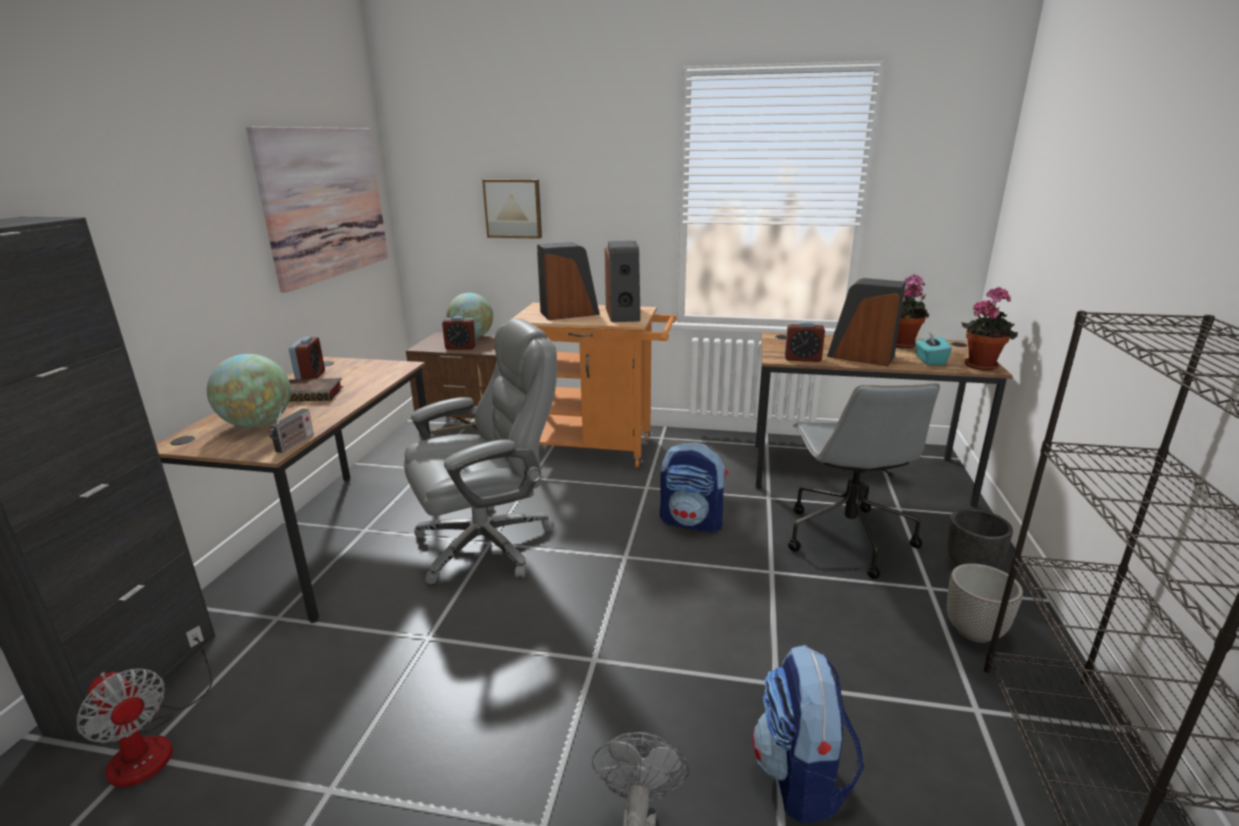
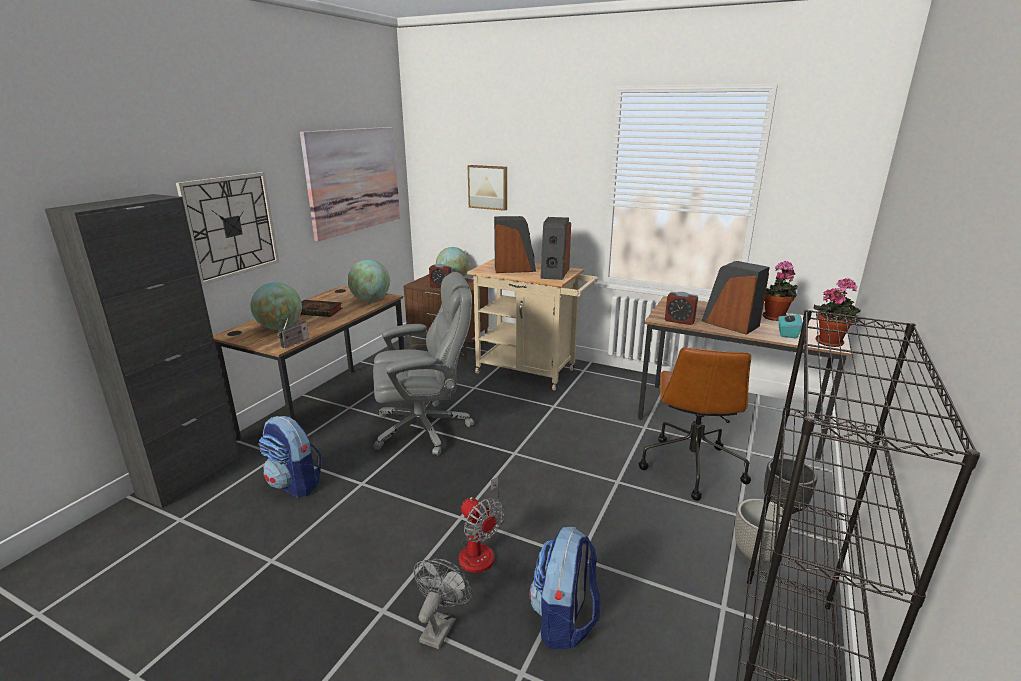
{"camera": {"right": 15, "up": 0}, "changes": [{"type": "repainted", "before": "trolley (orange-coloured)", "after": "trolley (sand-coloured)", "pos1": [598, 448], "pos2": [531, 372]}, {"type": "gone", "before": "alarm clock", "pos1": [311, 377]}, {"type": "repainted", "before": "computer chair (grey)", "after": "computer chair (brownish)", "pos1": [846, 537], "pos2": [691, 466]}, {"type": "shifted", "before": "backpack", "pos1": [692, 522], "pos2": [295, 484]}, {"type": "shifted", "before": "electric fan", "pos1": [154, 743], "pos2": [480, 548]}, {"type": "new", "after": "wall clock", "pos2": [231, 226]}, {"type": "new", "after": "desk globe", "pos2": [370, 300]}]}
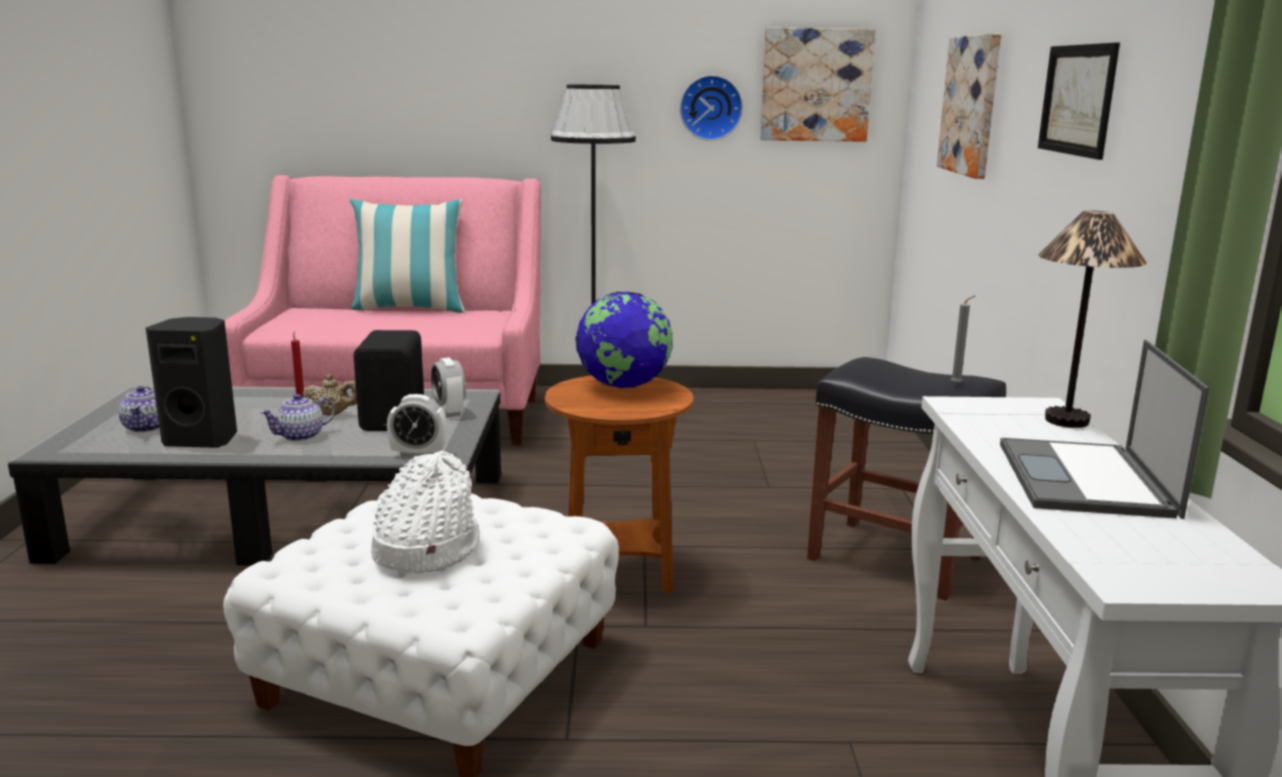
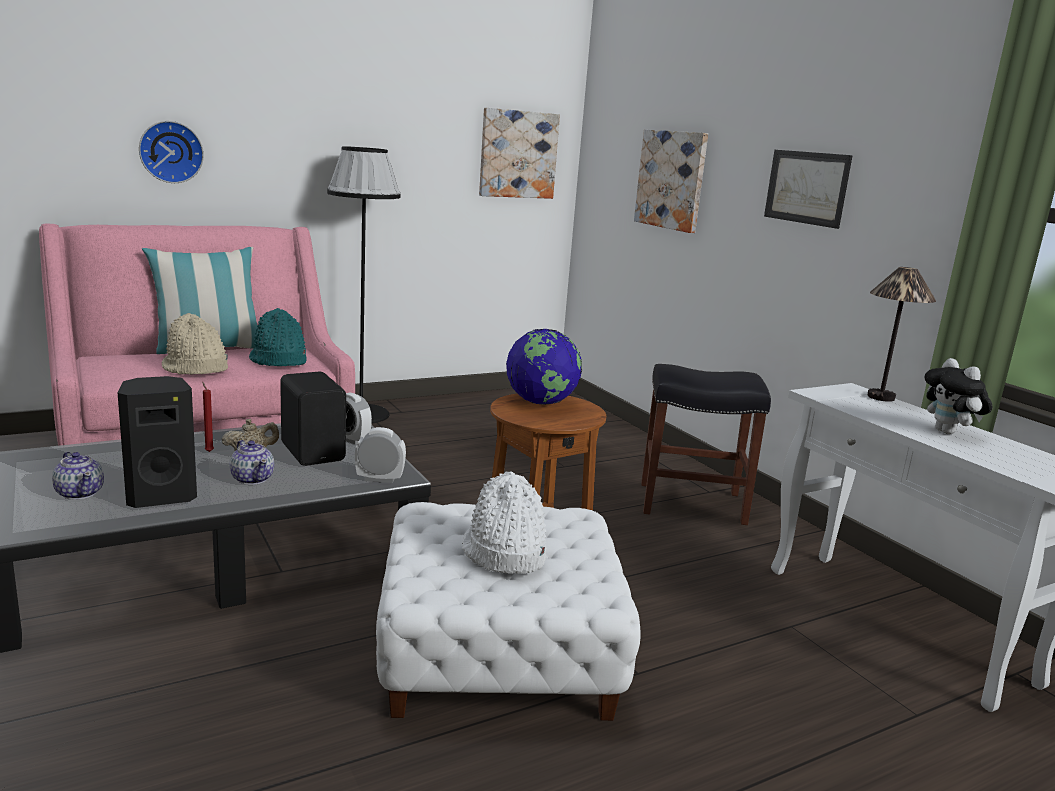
{"camera": {"right": -30, "up": 0}, "changes": [{"type": "shifted", "before": "wall clock", "pos1": [710, 107], "pos2": [171, 152]}, {"type": "gone", "before": "candle (grey)", "pos1": [958, 384]}, {"type": "swapped", "before": "portable computer", "after": "plush toy", "pos1": [1086, 480], "pos2": [949, 432]}, {"type": "rotated", "before": "pot for tea", "pos1": [301, 436], "pos2": [252, 479], "turn": -60}, {"type": "rotated", "before": "alarm clock", "pos1": [418, 454], "pos2": [379, 479], "turn": -150}, {"type": "new", "after": "wearable hat (turquoise-coloured)", "pos2": [278, 361]}, {"type": "new", "after": "wearable hat (sand-coloured)", "pos2": [195, 368]}]}
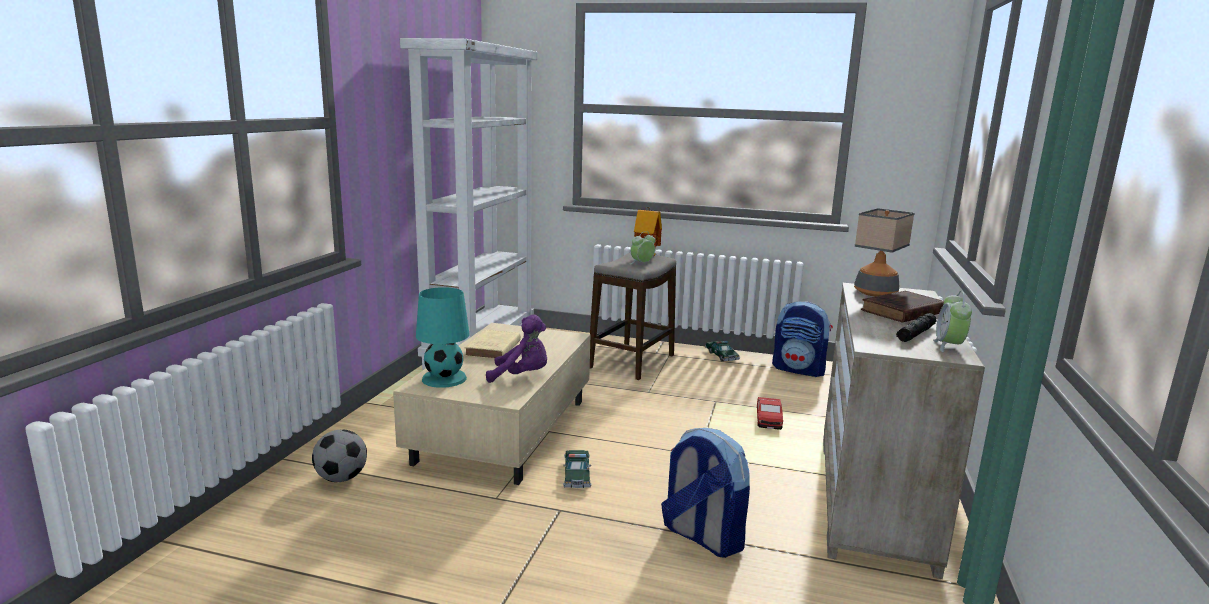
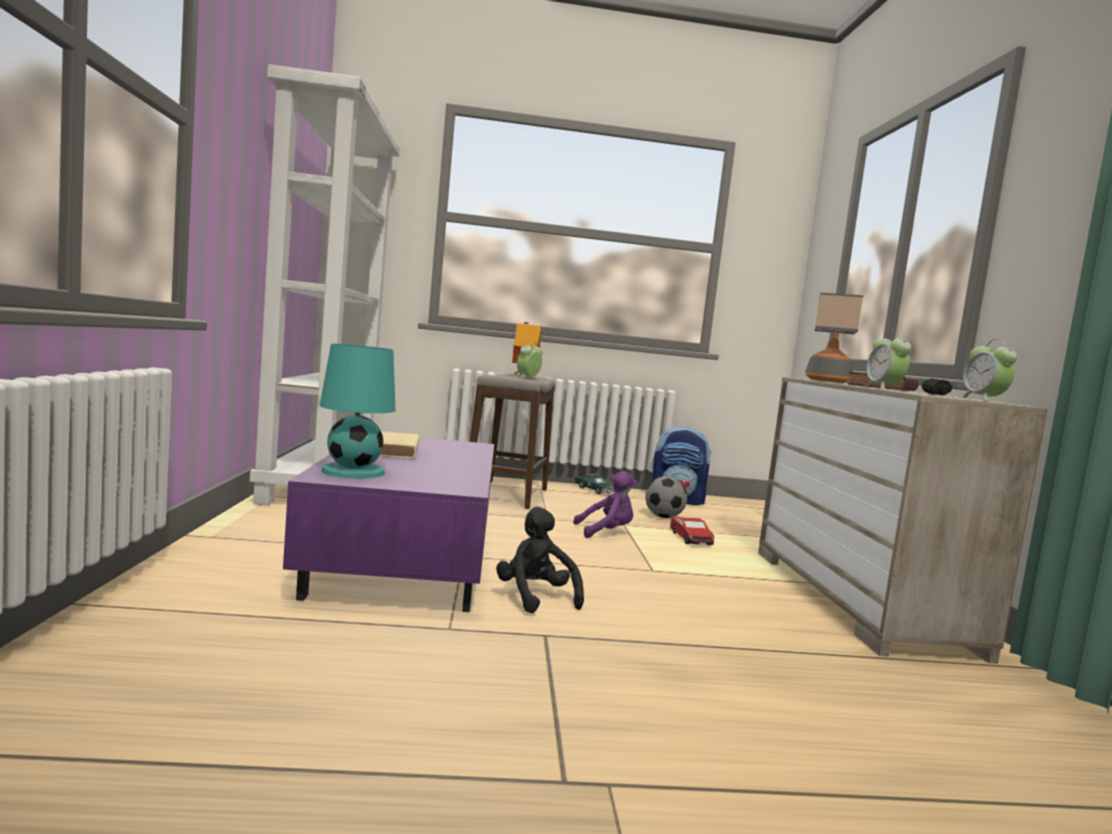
{"camera": {"right": -20, "up": -10}, "changes": [{"type": "shifted", "before": "plush toy (purple)", "pos1": [522, 376], "pos2": [606, 532]}, {"type": "repainted", "before": "lounge table (sand-coloured)", "after": "lounge table (purple)", "pos1": [502, 431], "pos2": [404, 558]}, {"type": "gone", "before": "backpack", "pos1": [702, 537]}, {"type": "shifted", "before": "football ball", "pos1": [341, 478], "pos2": [663, 517]}, {"type": "swapped", "before": "model car", "after": "plush toy (blackish)", "pos1": [577, 475], "pos2": [535, 597]}, {"type": "new", "after": "alarm clock", "pos2": [883, 389]}]}
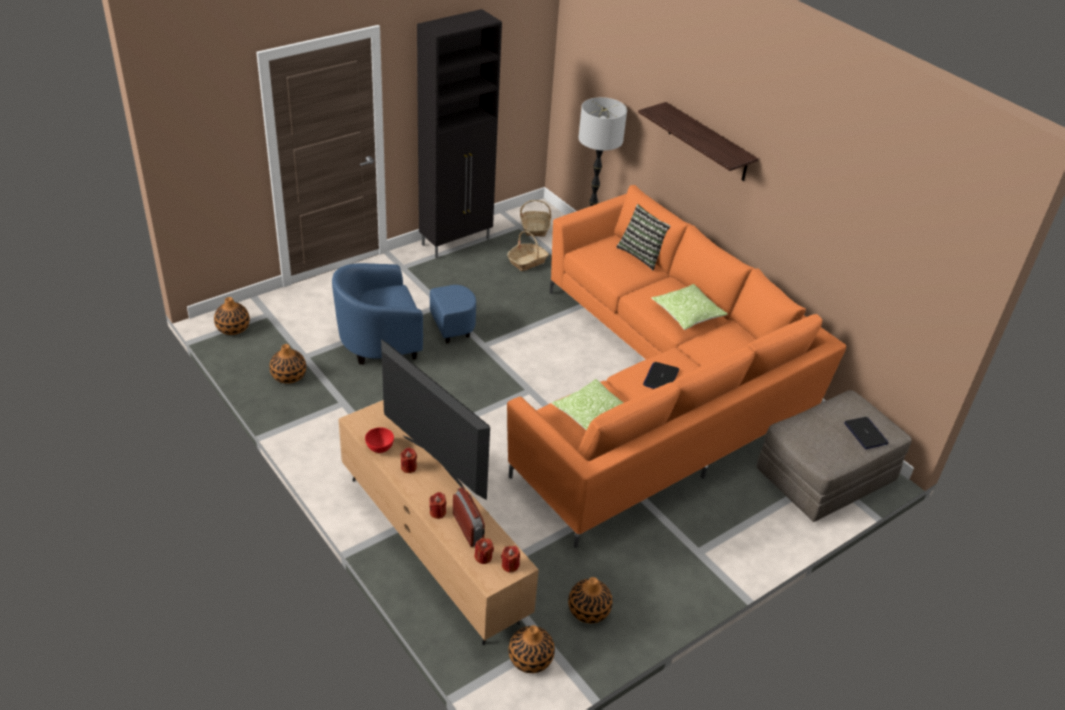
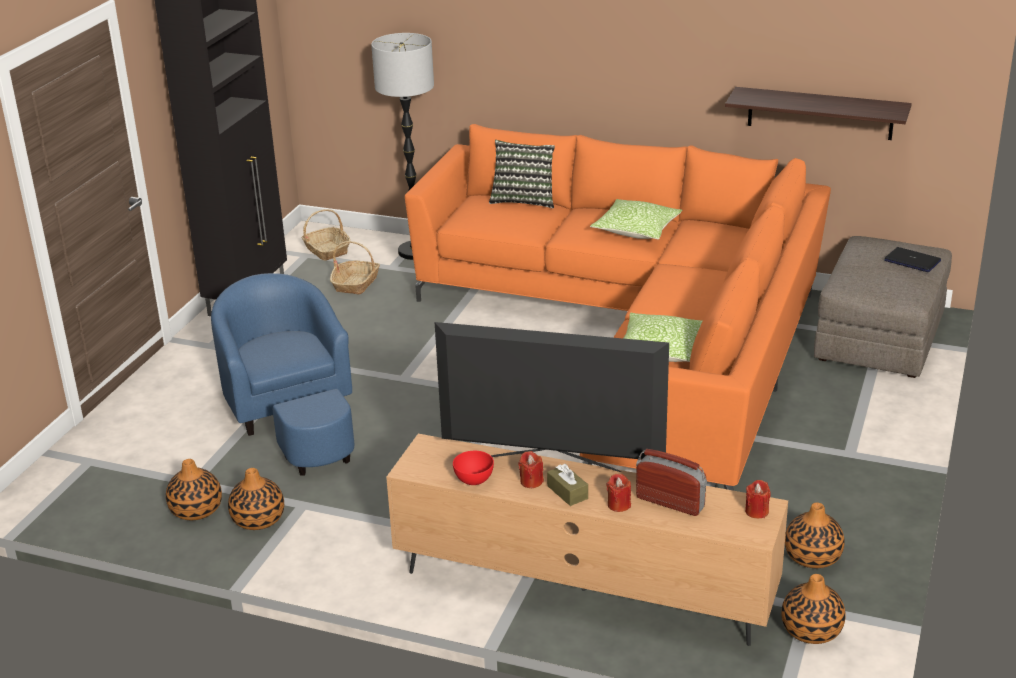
{"camera": {"right": -30, "up": -10}, "changes": [{"type": "shifted", "before": "shelf", "pos1": [707, 142], "pos2": [820, 113]}, {"type": "rotated", "before": "lounge chair (blue-coloured)", "pos1": [397, 340], "pos2": [292, 416], "turn": 120}, {"type": "shifted", "before": "flower vase", "pos1": [233, 328], "pos2": [258, 519]}, {"type": "gone", "before": "portable computer", "pos1": [661, 378]}, {"type": "gone", "before": "candle (red-coloured)", "pos1": [483, 557]}, {"type": "new", "after": "tissue box (brownish)", "pos2": [567, 492]}]}
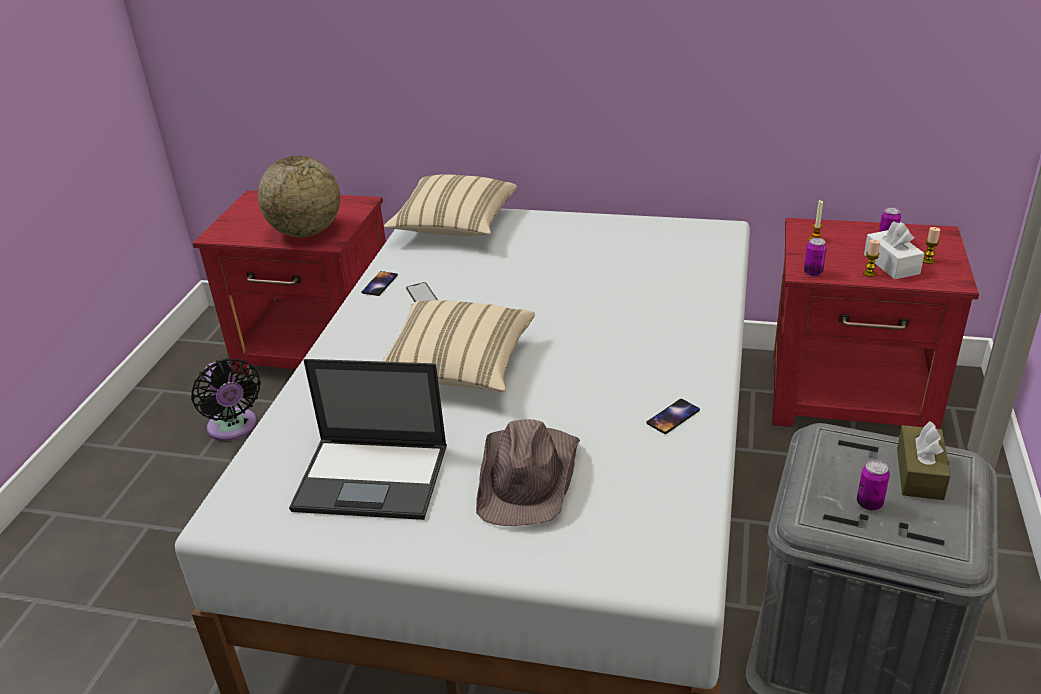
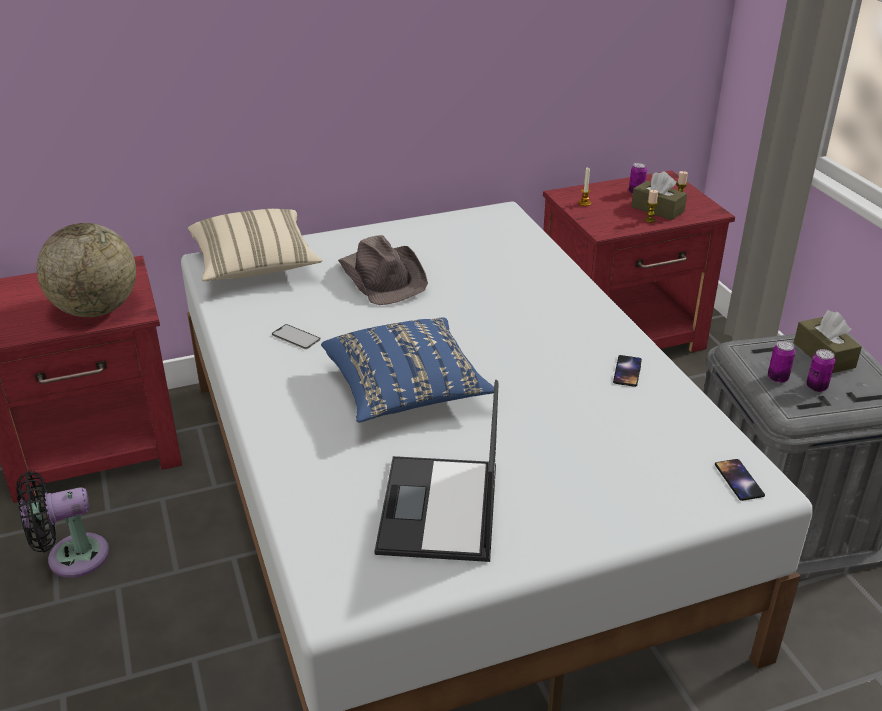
{"camera": {"right": -35, "up": 0}, "changes": [{"type": "repainted", "before": "tissue box (white)", "after": "tissue box (brownish)", "pos1": [891, 264], "pos2": [657, 209]}, {"type": "shifted", "before": "can", "pos1": [813, 273], "pos2": [777, 378]}, {"type": "shifted", "before": "phone", "pos1": [379, 284], "pos2": [738, 480]}, {"type": "repainted", "before": "throw pillow (sand-coloured)", "after": "throw pillow (blue-coloured)", "pos1": [457, 368], "pos2": [406, 391]}, {"type": "rotated", "before": "electric fan (blackish)", "pos1": [234, 428], "pos2": [71, 557], "turn": 135}, {"type": "rotated", "before": "portable computer", "pos1": [373, 478], "pos2": [439, 510], "turn": 120}, {"type": "shifted", "before": "wearable hat (brownish)", "pos1": [529, 476], "pos2": [383, 277]}]}
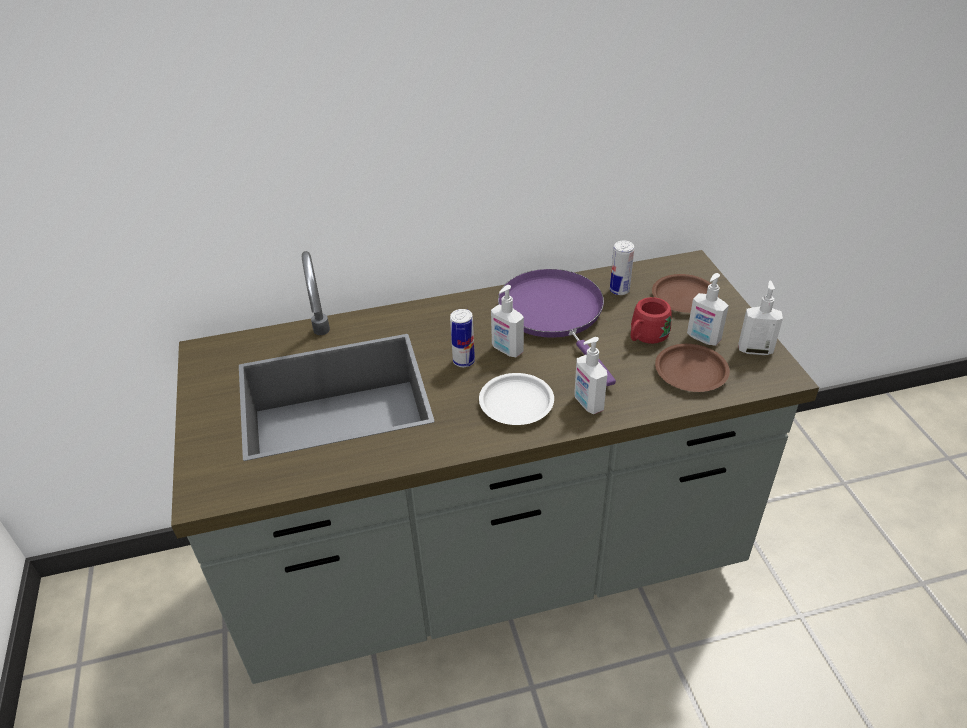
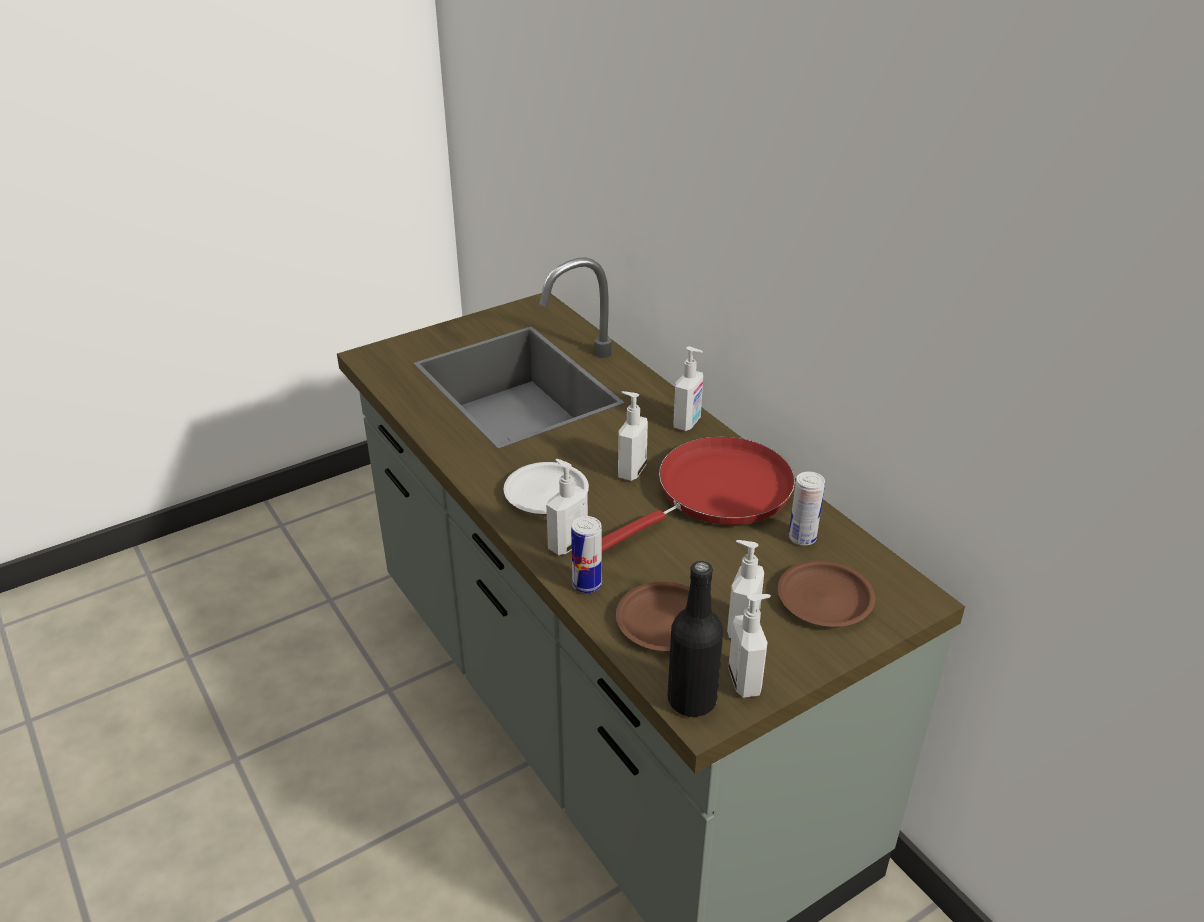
{"camera": {"right": 70, "up": -5}, "changes": [{"type": "repainted", "before": "frying pan (purple)", "after": "frying pan (red-coloured)", "pos1": [554, 314], "pos2": [717, 493]}, {"type": "gone", "before": "tea mug (red-coloured)", "pos1": [645, 337]}, {"type": "shifted", "before": "can", "pos1": [463, 361], "pos2": [587, 584]}, {"type": "new", "after": "soap dispenser", "pos2": [688, 423]}, {"type": "new", "after": "drink bottle (blackish)", "pos2": [692, 700]}]}
